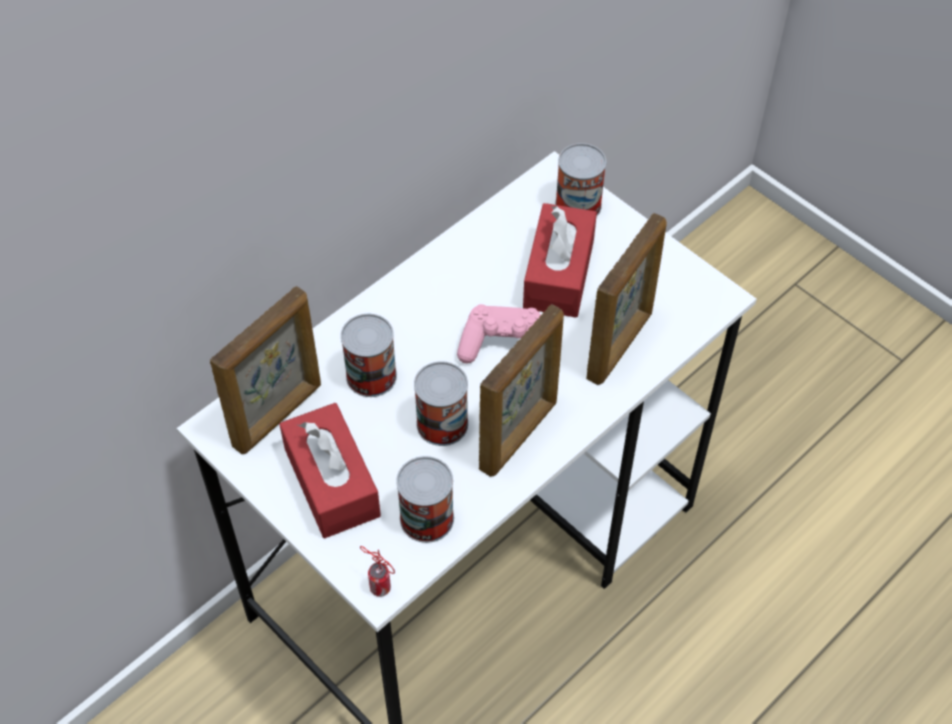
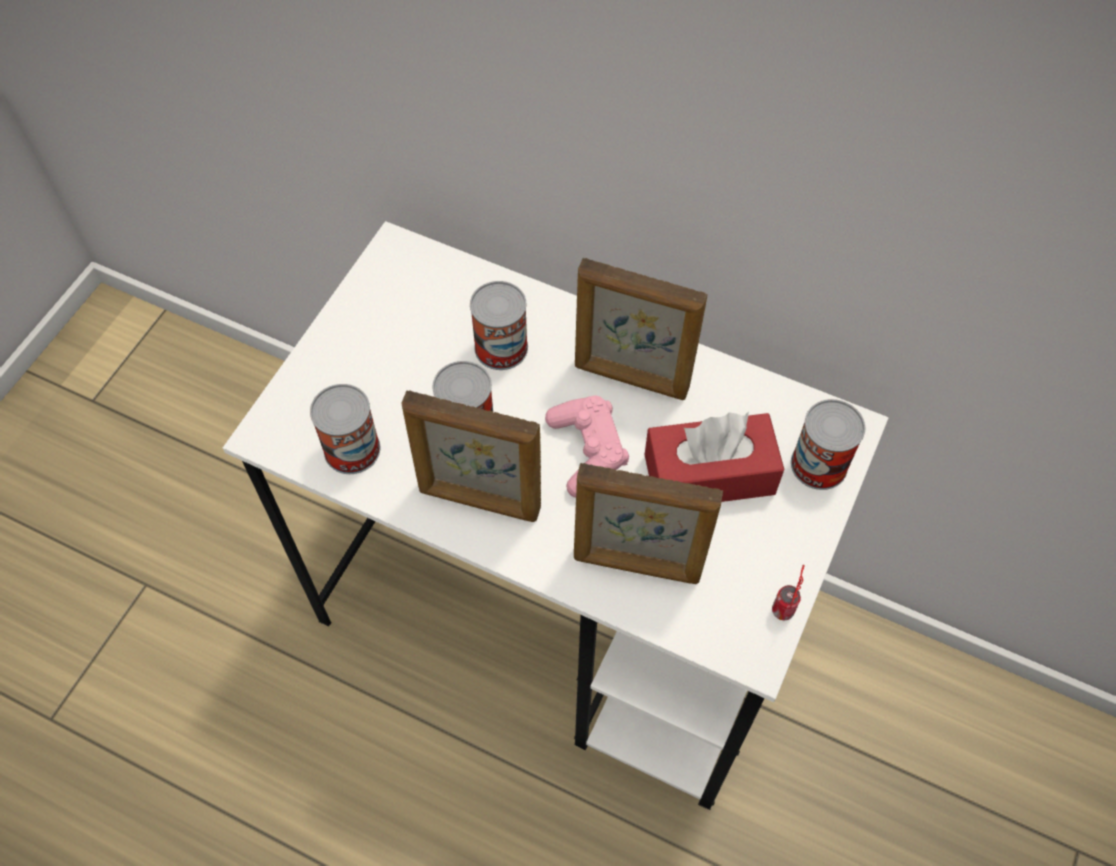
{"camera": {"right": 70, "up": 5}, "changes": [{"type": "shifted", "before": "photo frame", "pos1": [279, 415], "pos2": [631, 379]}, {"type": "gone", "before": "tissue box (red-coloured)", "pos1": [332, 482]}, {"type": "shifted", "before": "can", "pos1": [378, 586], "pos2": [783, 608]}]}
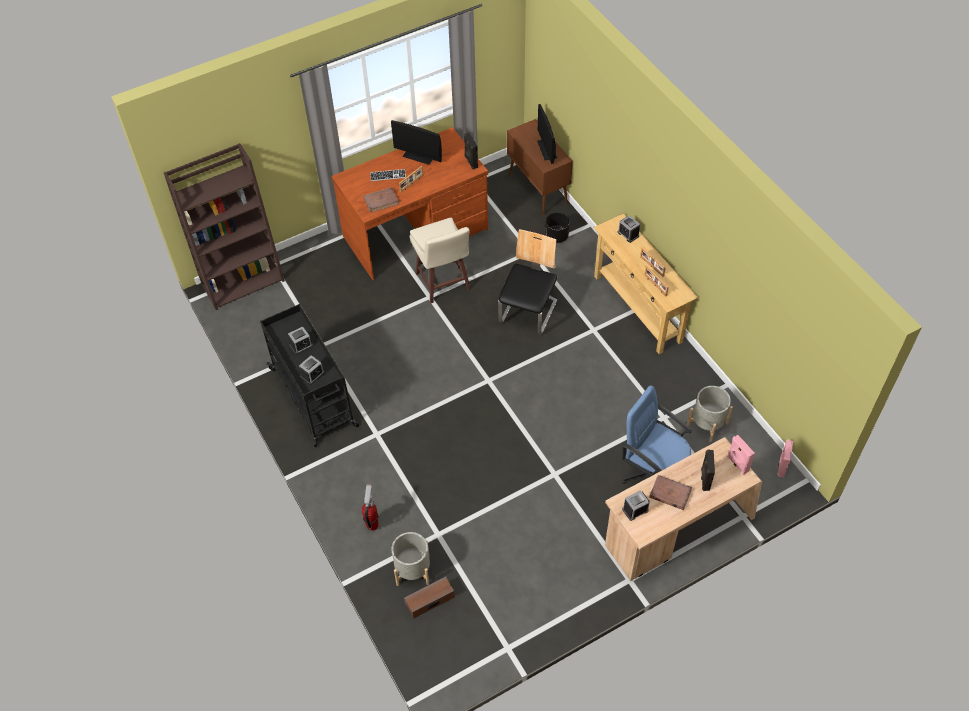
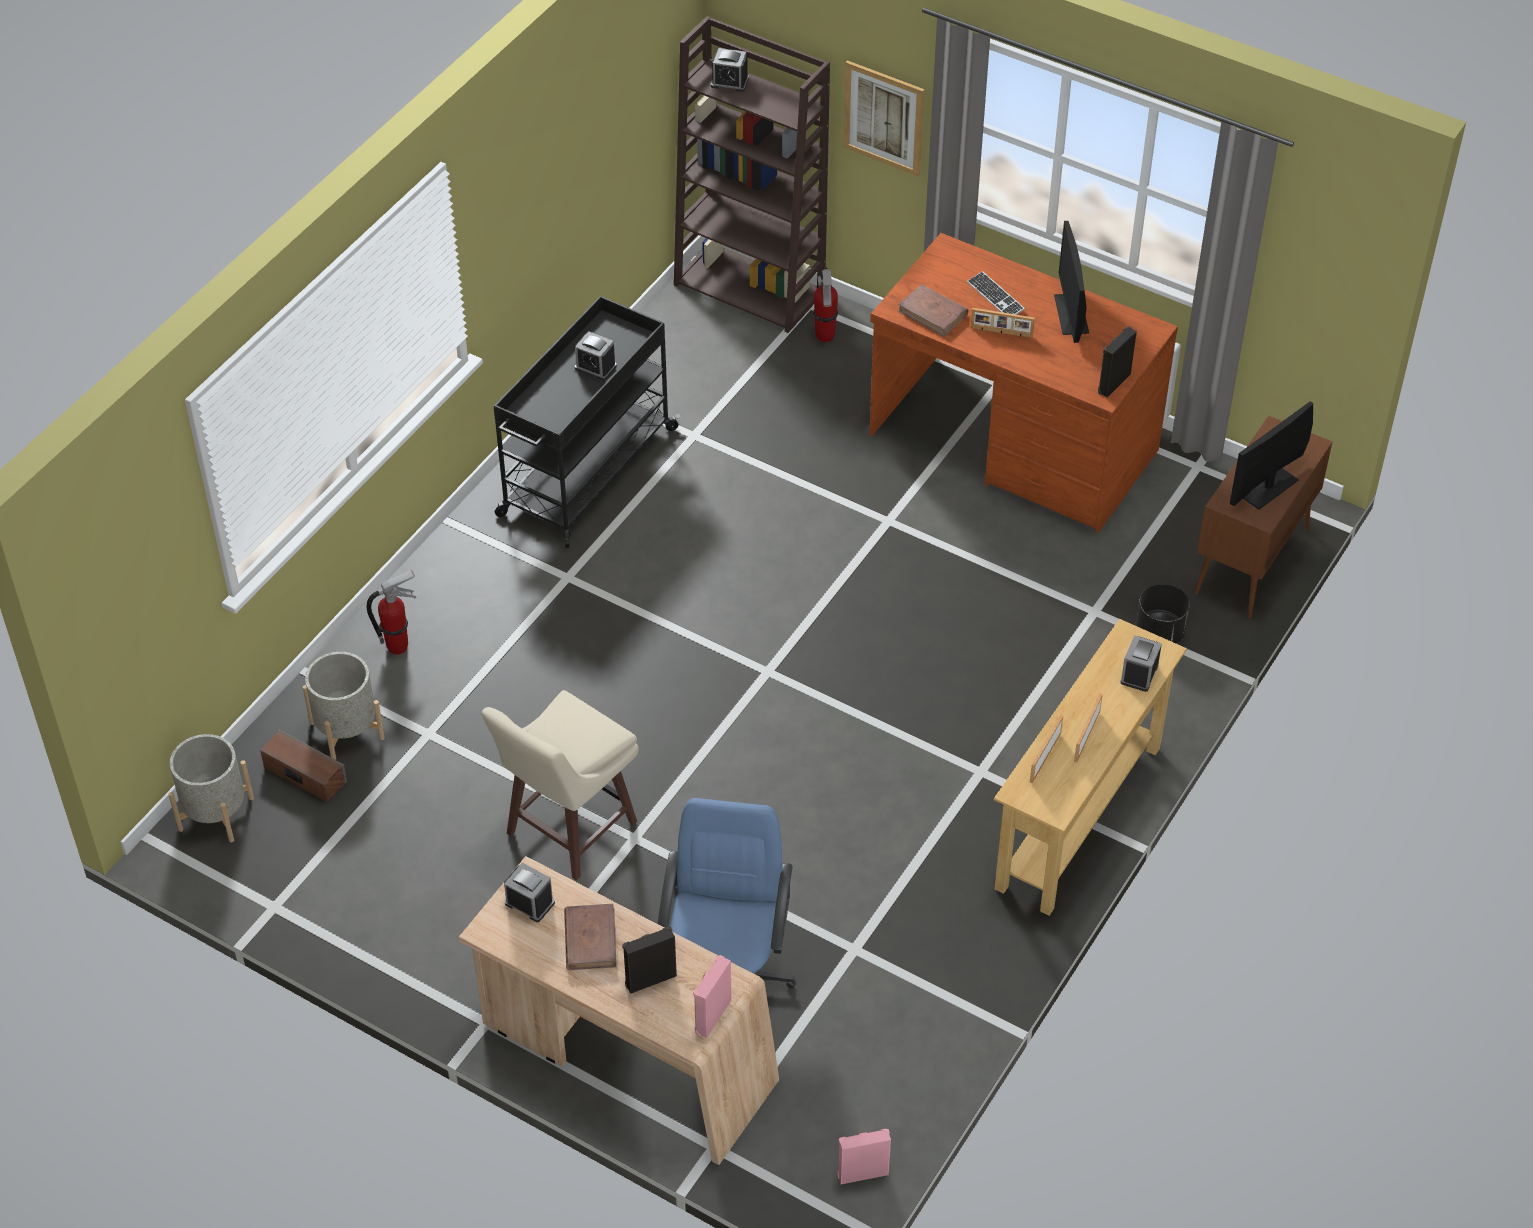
{"camera": {"right": 60, "up": -5}, "changes": [{"type": "shifted", "before": "stool (sand-coloured)", "pos1": [443, 283], "pos2": [568, 830]}, {"type": "gone", "before": "plain chair", "pos1": [528, 312]}, {"type": "shifted", "before": "alarm clock", "pos1": [312, 374], "pos2": [729, 82]}, {"type": "shifted", "before": "planter (grey)", "pos1": [707, 424], "pos2": [216, 814]}, {"type": "new", "after": "wall art", "pos2": [883, 117]}, {"type": "new", "after": "fire-fighting cylinder", "pos2": [825, 337]}]}
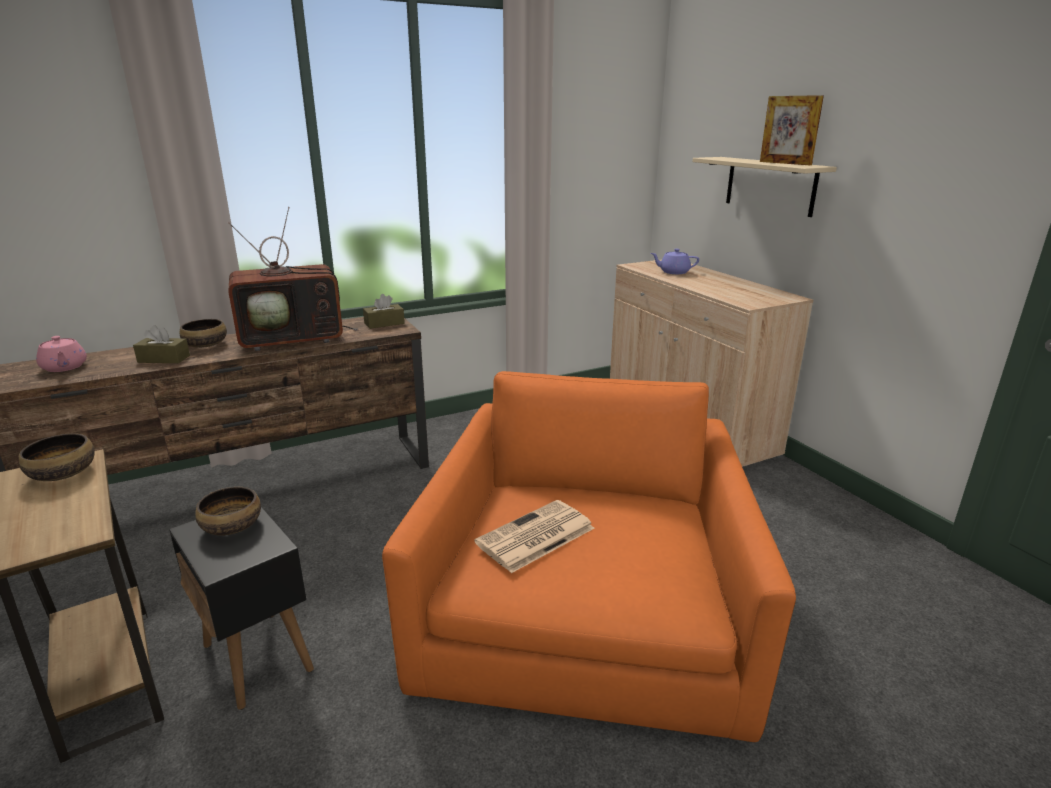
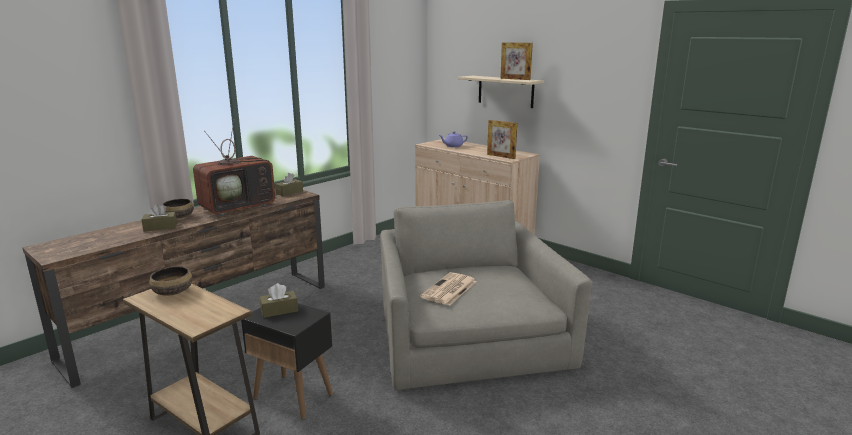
{"camera": {"right": -20, "up": -5}, "changes": [{"type": "gone", "before": "pot for tea (pink)", "pos1": [64, 367]}, {"type": "repainted", "before": "lounge chair (orange-coloured)", "after": "lounge chair (grey)", "pos1": [584, 612], "pos2": [468, 338]}, {"type": "swapped", "before": "serving bowl", "after": "tissue box (brownish)", "pos1": [231, 526], "pos2": [279, 310]}, {"type": "new", "after": "photo frame", "pos2": [501, 156]}]}
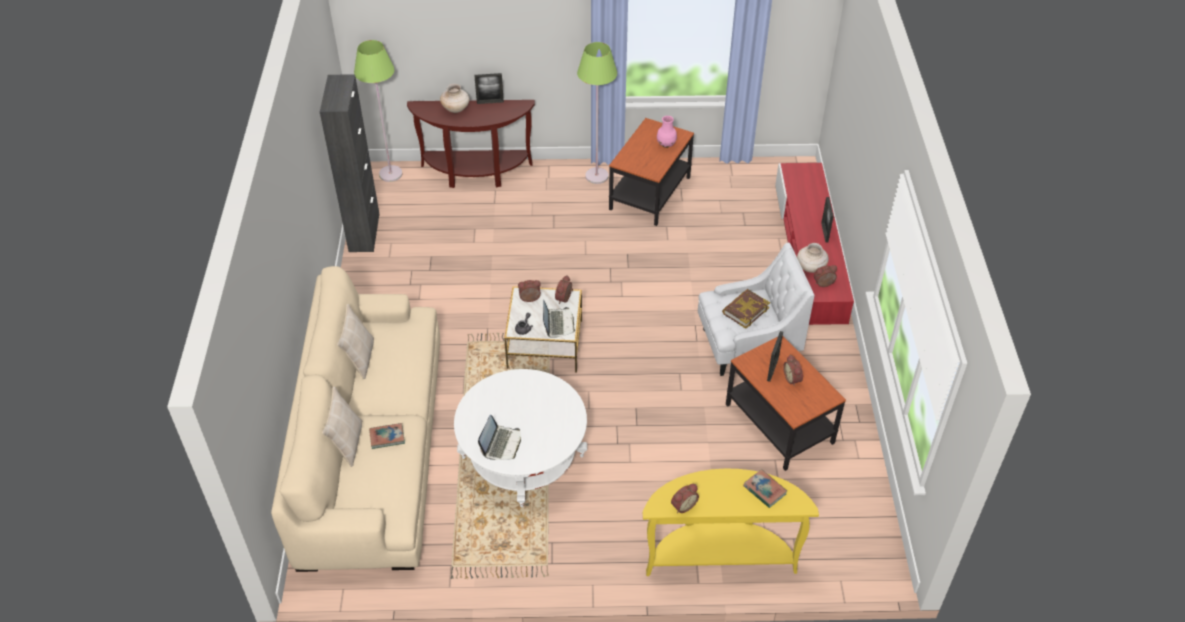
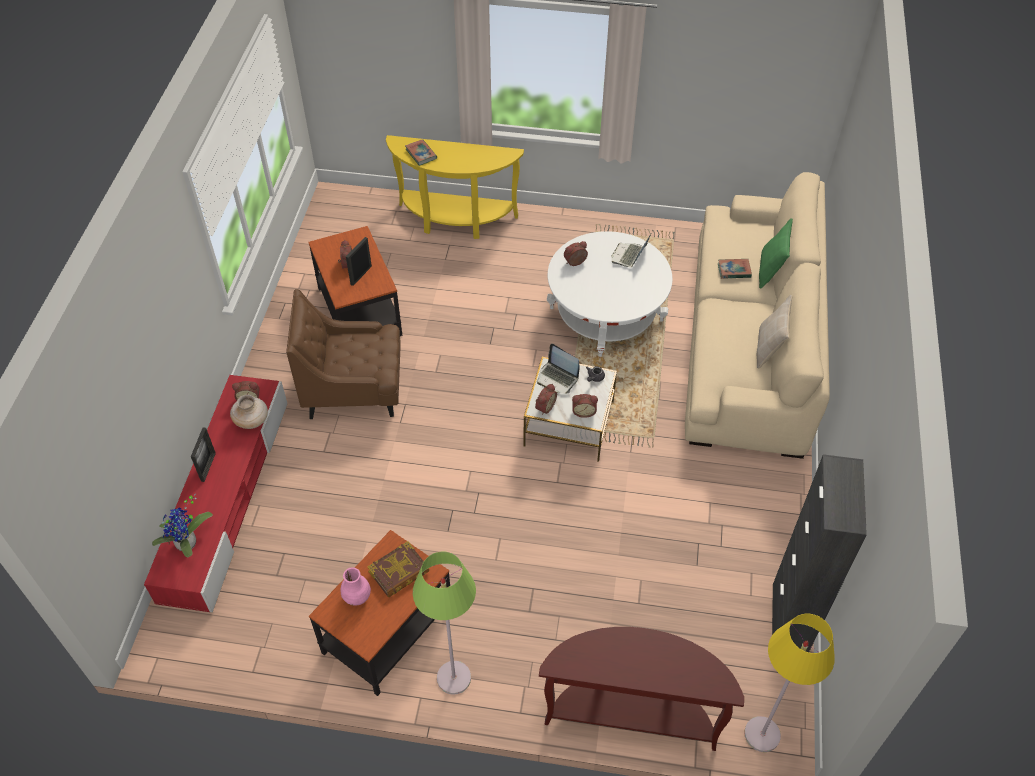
{"camera": {"right": -170, "up": 5}, "changes": [{"type": "repainted", "before": "floor lamp (greenish)", "after": "floor lamp (yellow)", "pos1": [390, 174], "pos2": [762, 734]}, {"type": "gone", "before": "photo frame", "pos1": [490, 102]}, {"type": "gone", "before": "flower vase (sand-coloured)", "pos1": [456, 109]}, {"type": "repainted", "before": "lounge chair (white)", "after": "lounge chair (brownish)", "pos1": [747, 346], "pos2": [355, 390]}, {"type": "shifted", "before": "bound book", "pos1": [745, 310], "pos2": [399, 572]}, {"type": "rotated", "before": "portable computer", "pos1": [557, 323], "pos2": [557, 378], "turn": -60}, {"type": "repainted", "before": "throw pillow (sand-coloured)", "after": "throw pillow (greenish)", "pos1": [347, 443], "pos2": [770, 271]}, {"type": "shifted", "before": "alarm clock", "pos1": [683, 505], "pos2": [575, 263]}, {"type": "new", "after": "potted plant", "pos2": [188, 545]}]}
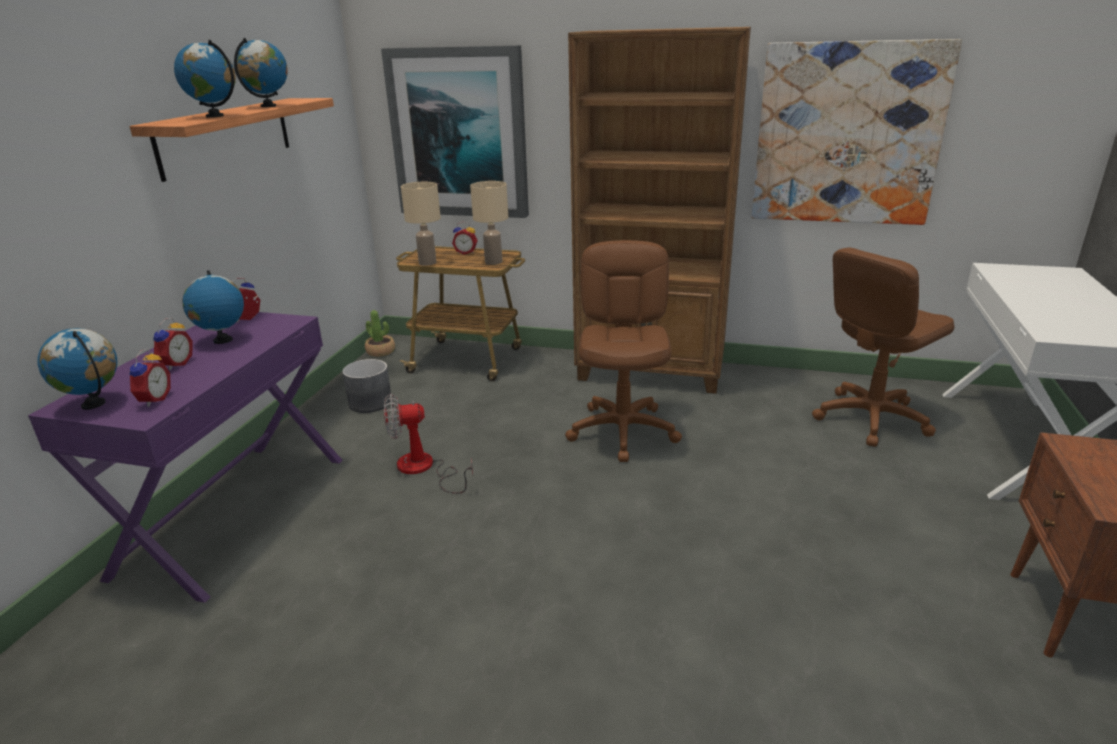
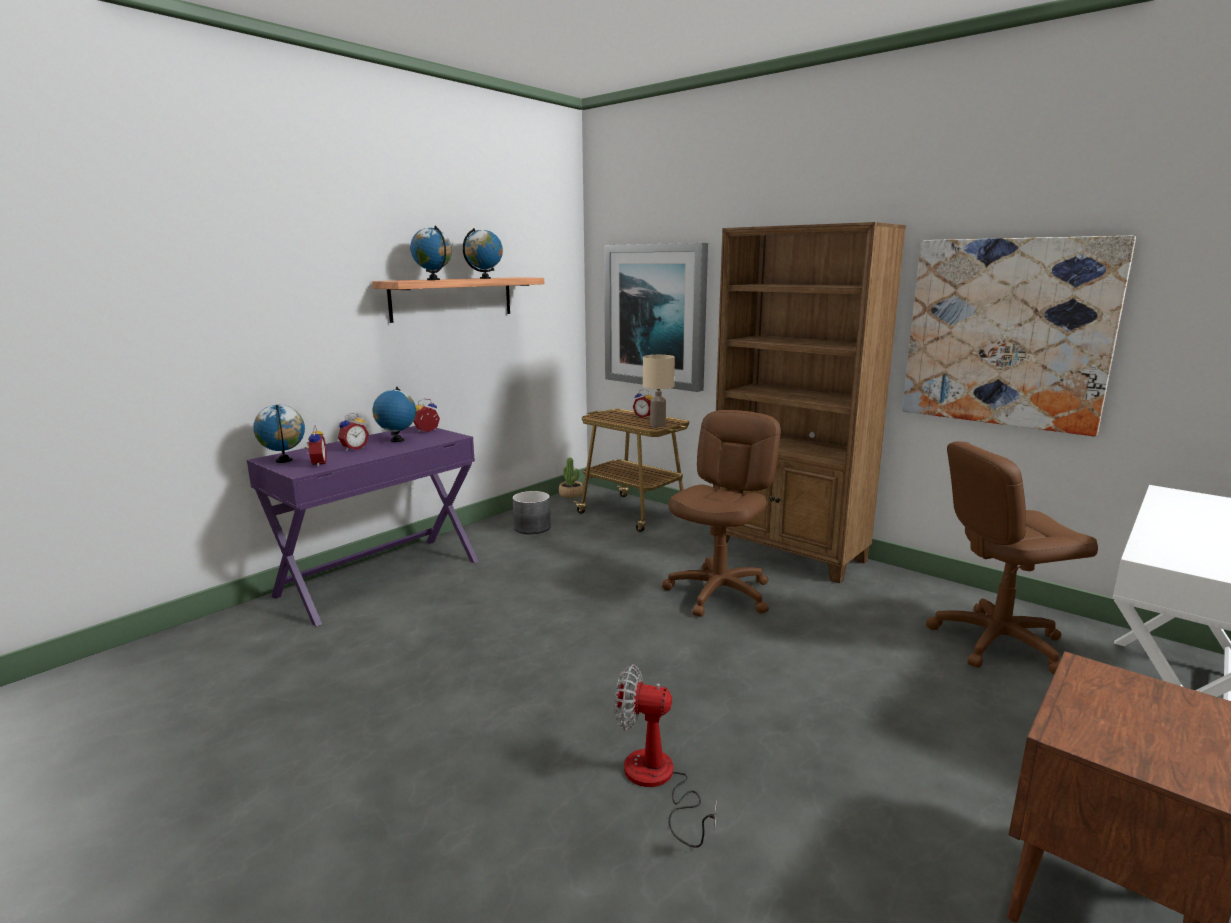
{"camera": {"right": 25, "up": -10}, "changes": [{"type": "gone", "before": "table lamp (sand-coloured)", "pos1": [428, 262]}, {"type": "rotated", "before": "alarm clock", "pos1": [153, 400], "pos2": [317, 464], "turn": -45}, {"type": "shifted", "before": "electric fan", "pos1": [424, 469], "pos2": [657, 782]}]}
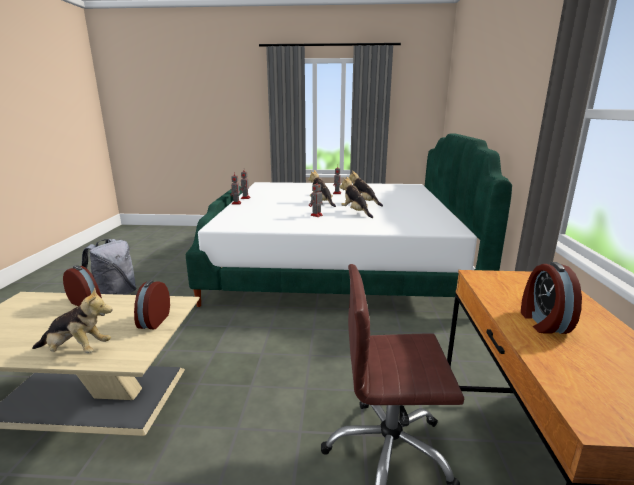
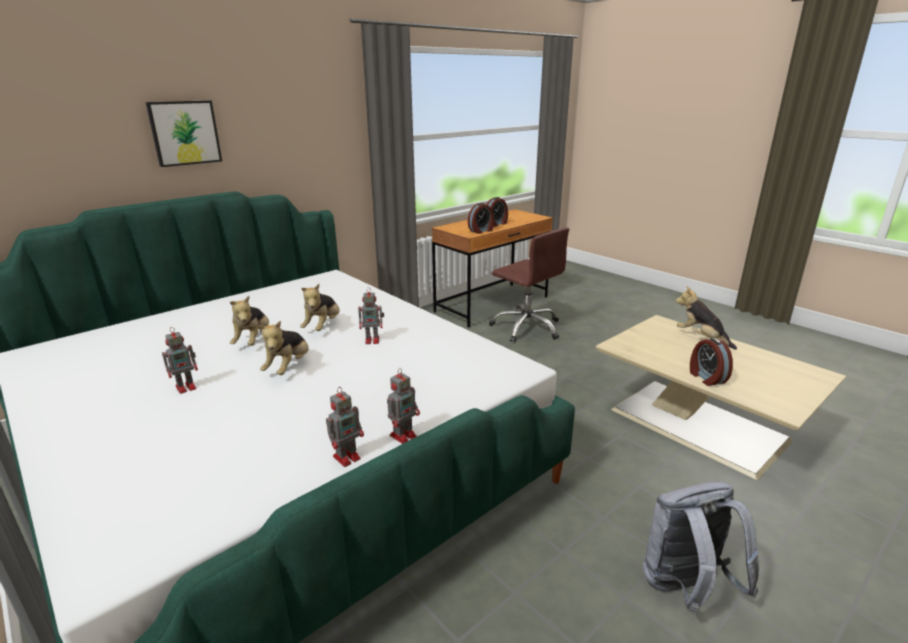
{"camera": {"right": -135, "up": 5}, "changes": [{"type": "shifted", "before": "alarm clock", "pos1": [153, 321], "pos2": [481, 231]}, {"type": "new", "after": "wall art", "pos2": [184, 133]}]}
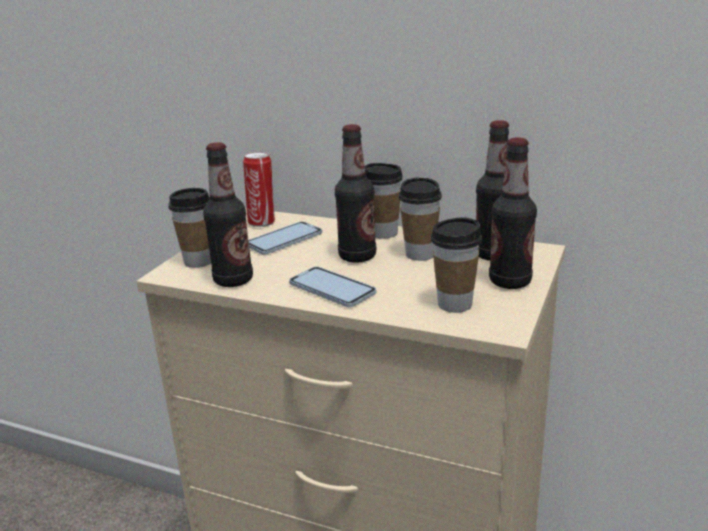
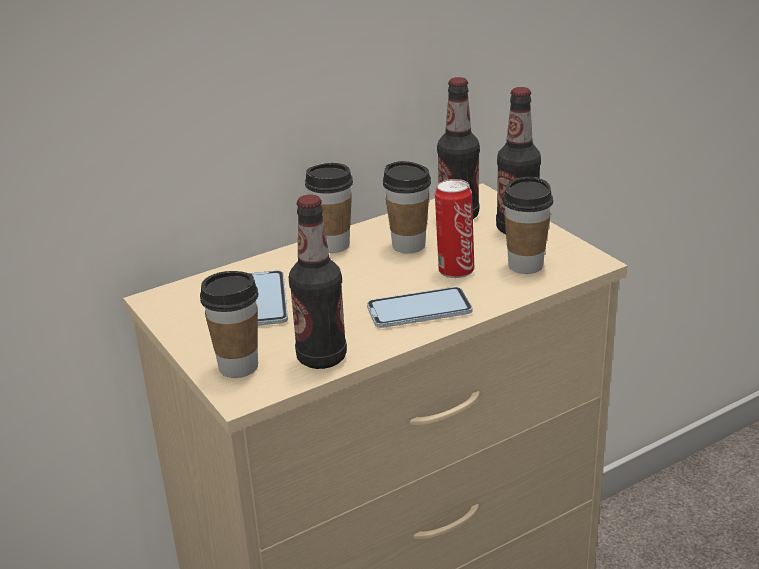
{"camera": {"right": -55, "up": 5}, "changes": [{"type": "gone", "before": "drink bottle", "pos1": [357, 256]}, {"type": "shifted", "before": "can", "pos1": [262, 222], "pos2": [455, 270]}]}
